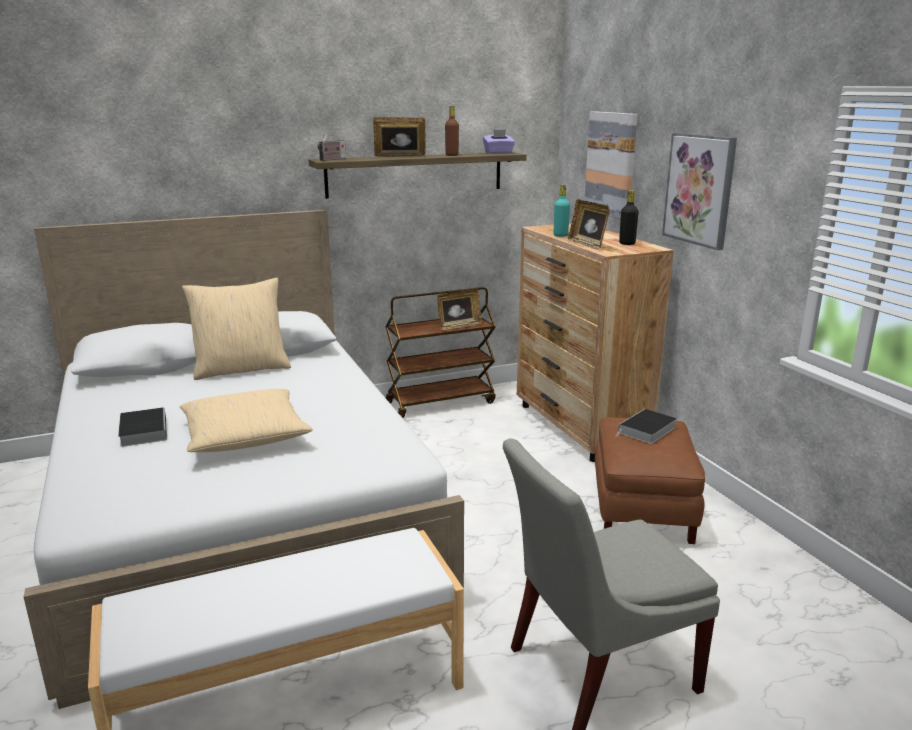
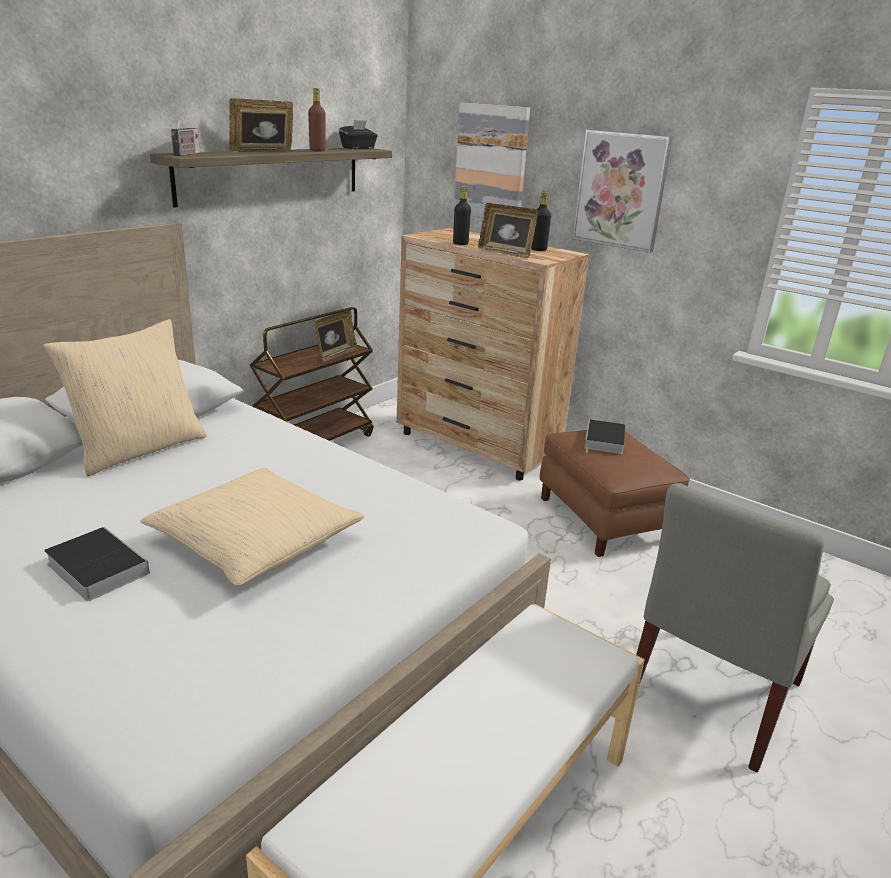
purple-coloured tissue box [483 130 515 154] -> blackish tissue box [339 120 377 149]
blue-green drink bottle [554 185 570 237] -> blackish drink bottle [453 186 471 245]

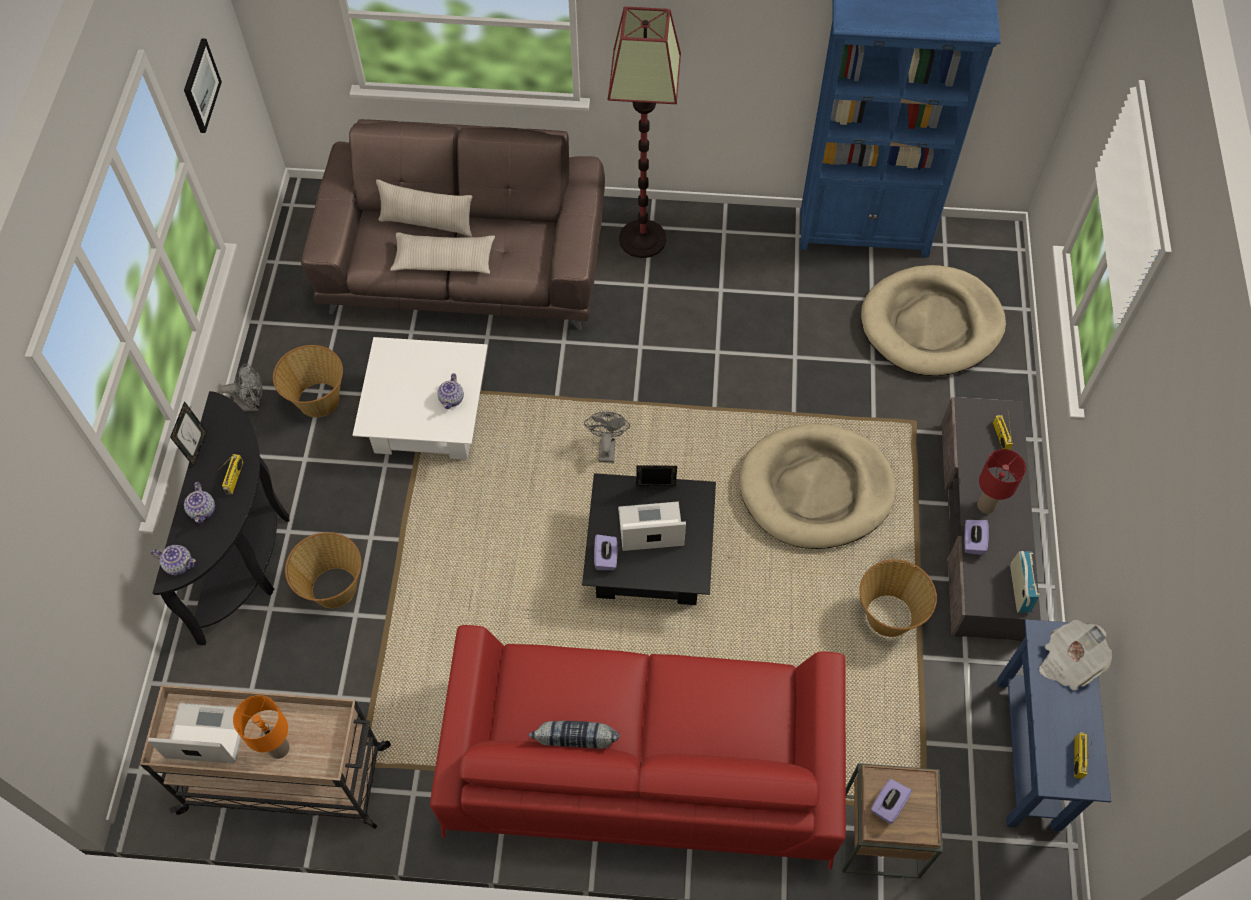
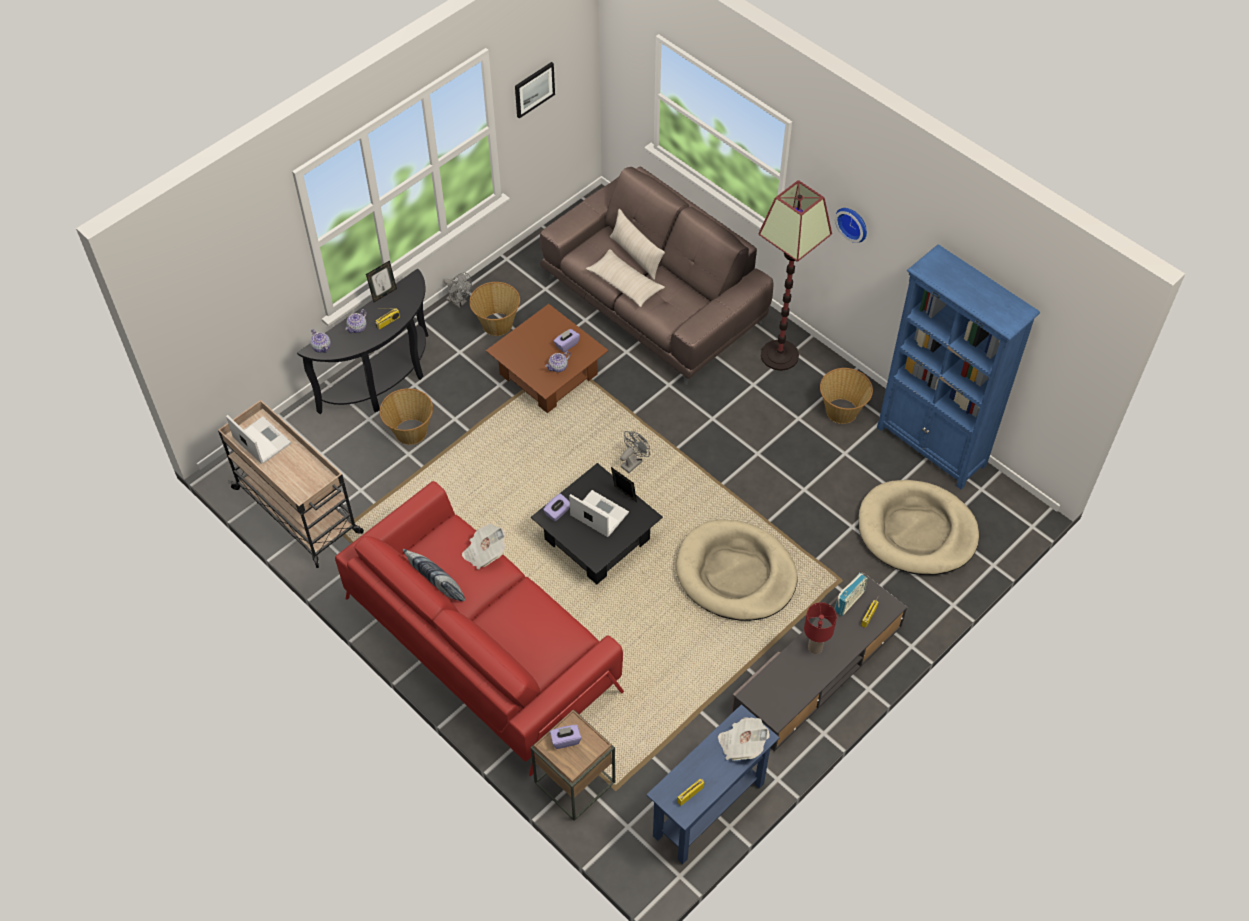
orange tabletop lamp [233 695 290 759] -> none
none -> daily paper [462 524 506 570]
none -> wall clock [835 208 867 243]
basket [859 559 937 637] -> basket [820 368 873 424], move
purple-coloured tissue box [964 520 989 555] -> purple-coloured tissue box [553 329 580 352], move
radio receiver [1010 551 1040 613] -> radio receiver [834 573 868 616], move
whitish low table [352 337 488 460] -> brown low table [486 304 608 413]

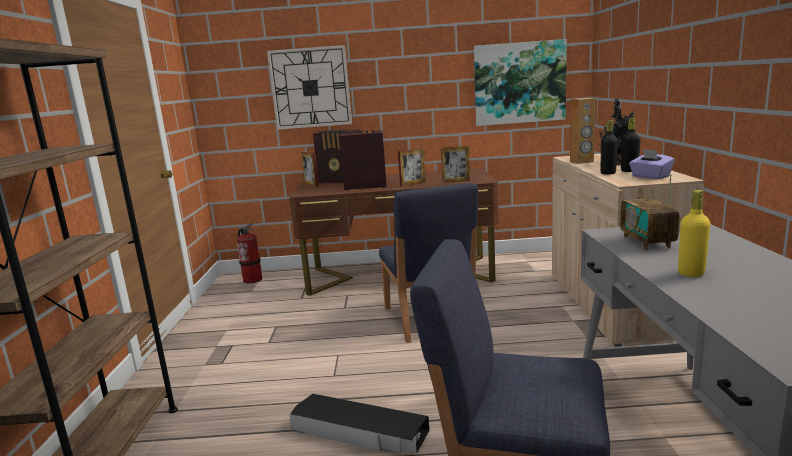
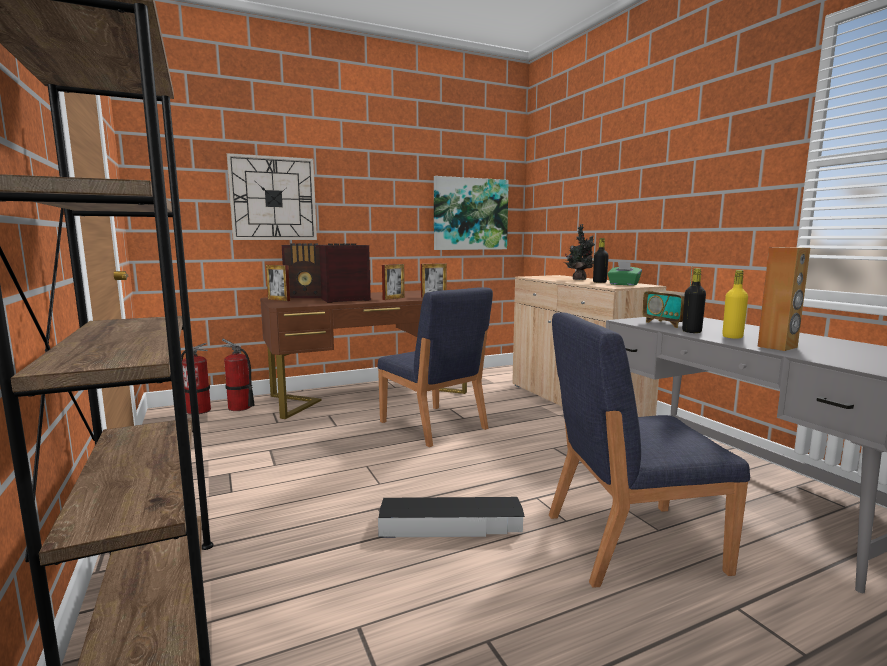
none -> extinguisher [222 339 255 411]
brown loudspeaker [570 98 596 164] -> brown loudspeaker [757 247 810 351], move
blackish drink bottle [600 120 618 175] -> blackish drink bottle [682 268 706 333], move
purple-coloured tissue box [629 149 675 179] -> greenish tissue box [607 262 642 286]

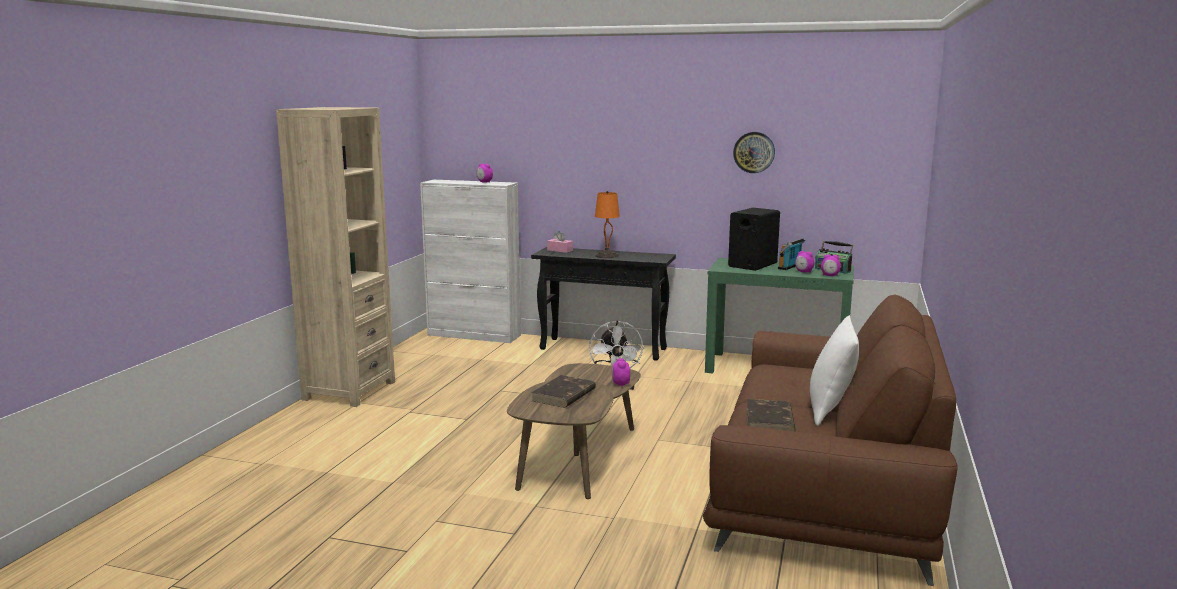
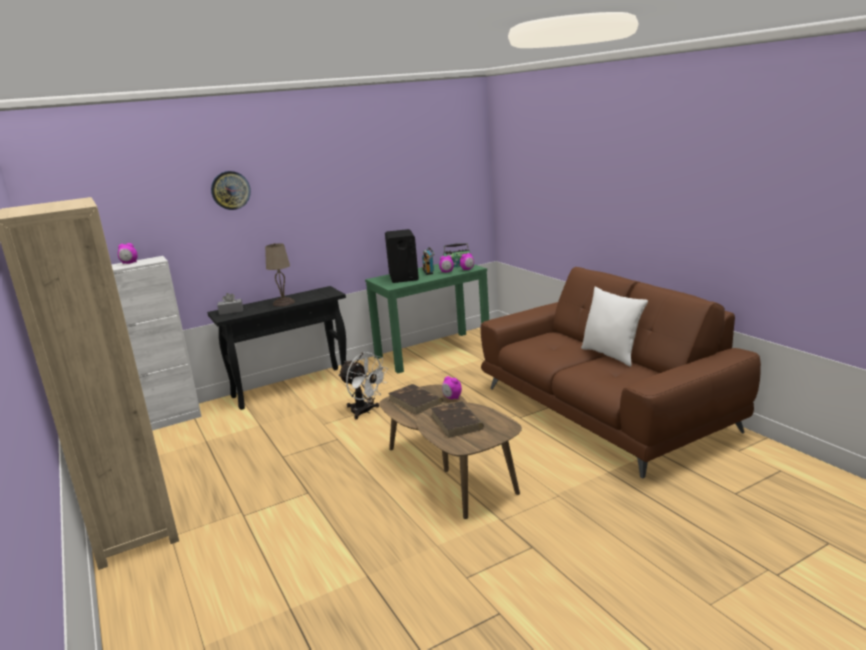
wall clock [733 132 775 173] -> wall clock [211 171 251 210], move
brown book [747 399 796 431] -> brown book [388 384 443 415], move
pink tissue box [547 231 573 253] -> grey tissue box [217 293 243 315]
orange tabletop lamp [595 191 620 258] -> sand-coloured tabletop lamp [265 243 295 307]

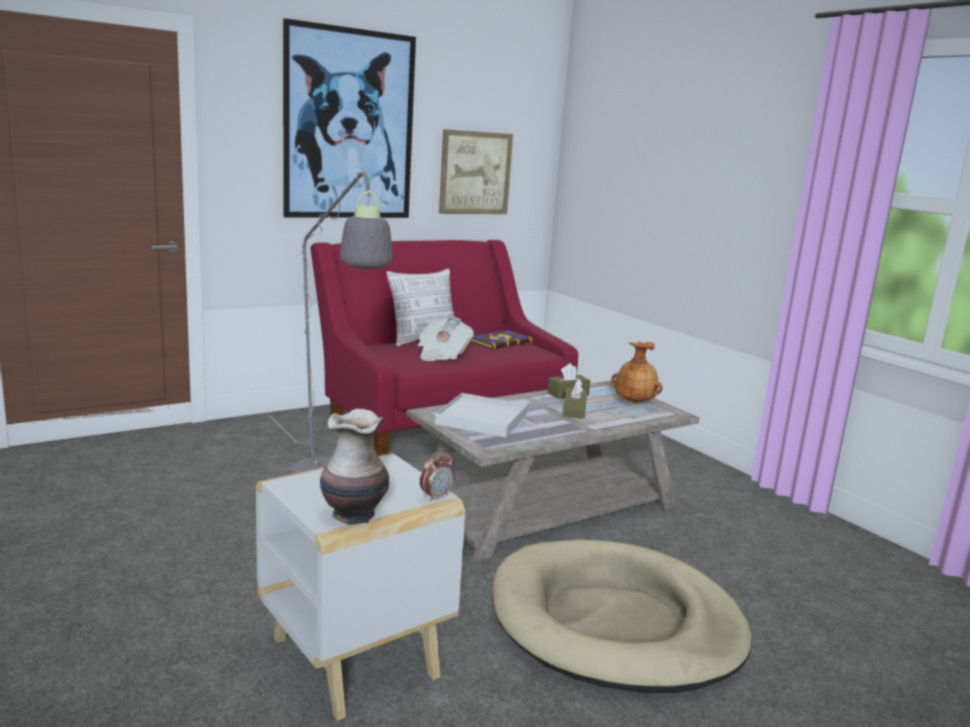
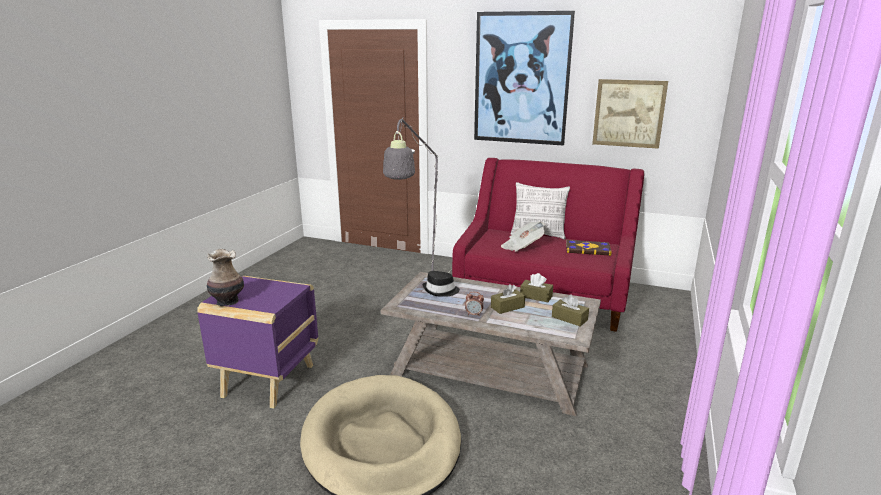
bedside clock [420 450 454 501] -> bedside clock [465 292 484 315], move
whitish tray [435 393 528 438] -> blackish clothing hat [423 271 460 297]
brown flower vase [611 342 663 403] -> brown tissue box [552 295 589 326]
whitish end table [256 453 465 721] -> purple-coloured end table [197 276 318 409]

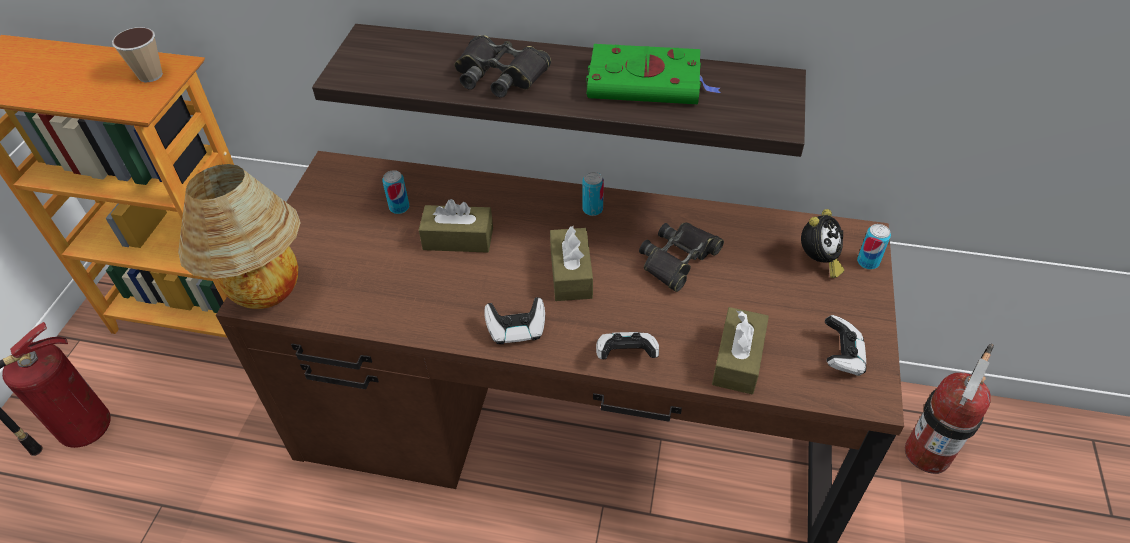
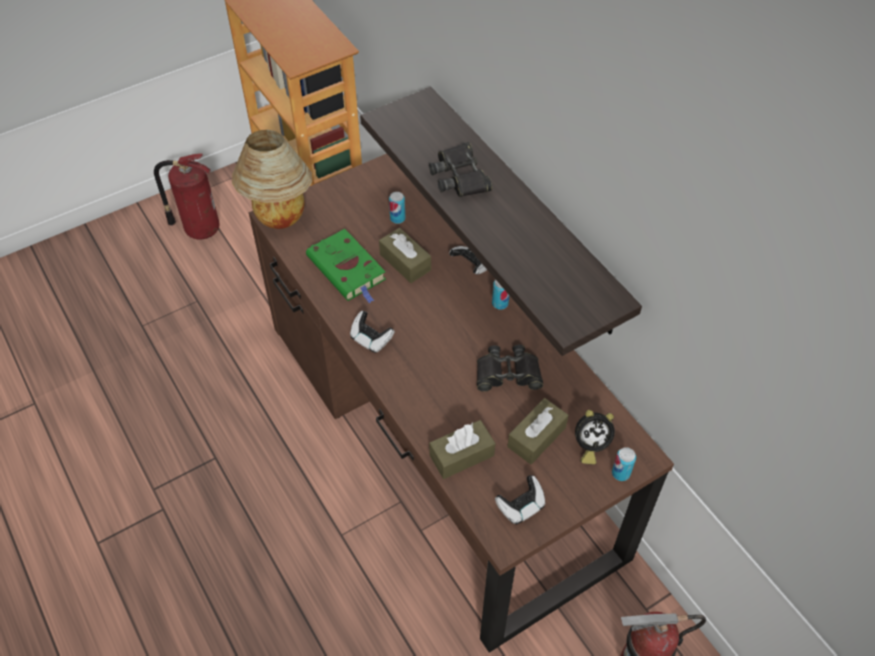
drinking cup [112 27 163 82] -> none
brown tissue box [550 226 593 301] -> brown tissue box [507 398 569 464], move
greenish book [586 44 720 104] -> greenish book [306 229 386 304], move
gamepad [596 332 659 359] -> gamepad [449 246 487 275], move

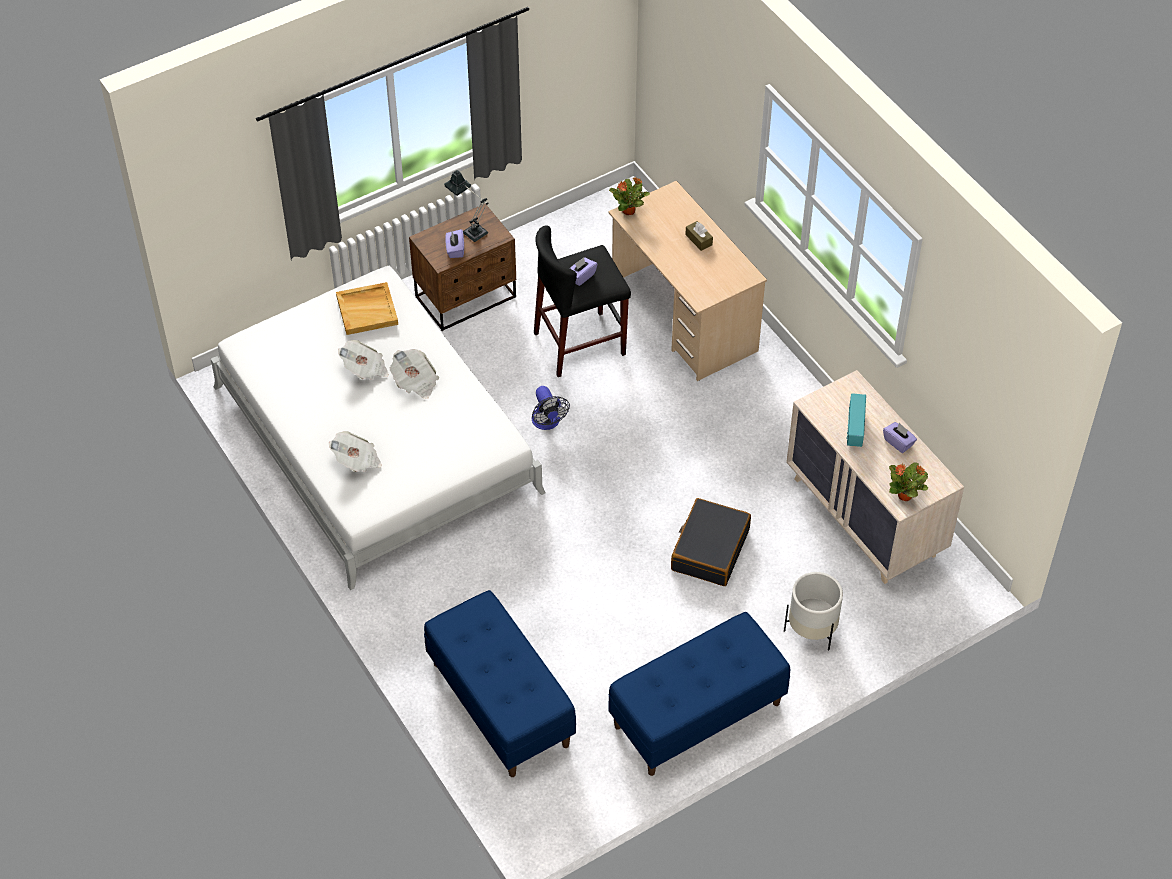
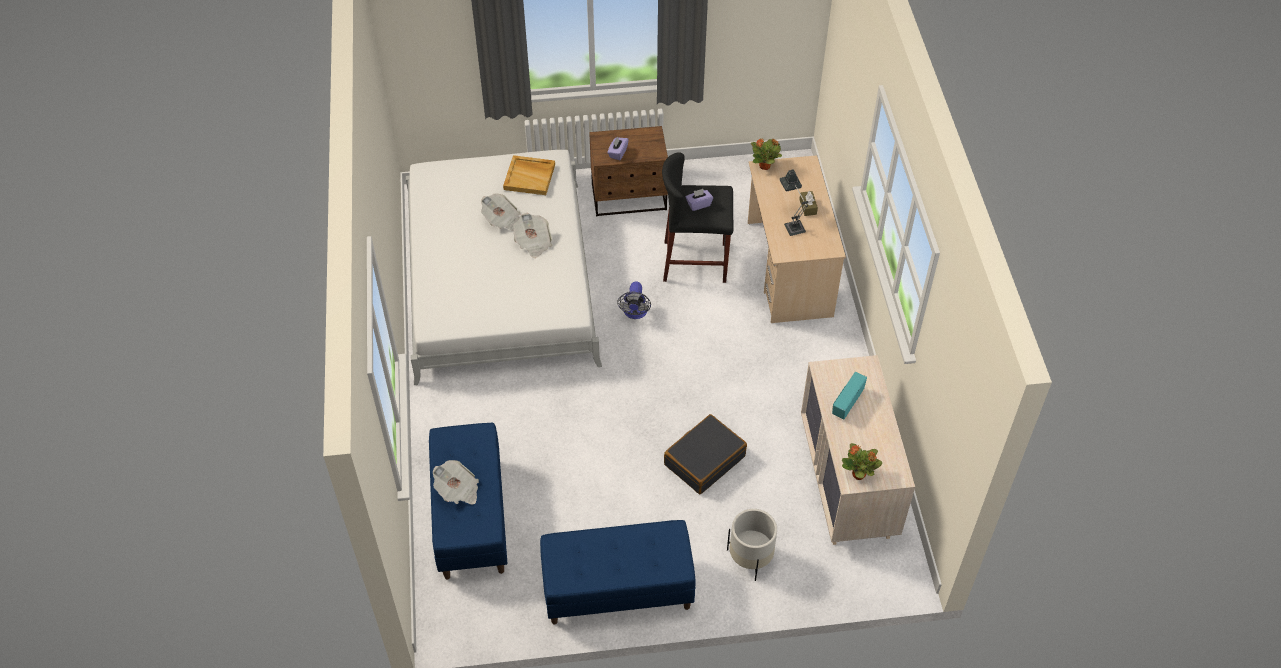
purple-coloured tissue box [883 422 917 453] -> none
daily paper [329 431 382 472] -> daily paper [433 460 479 505], move
tabletop lamp [444 170 489 242] -> tabletop lamp [780 169 808 236], move

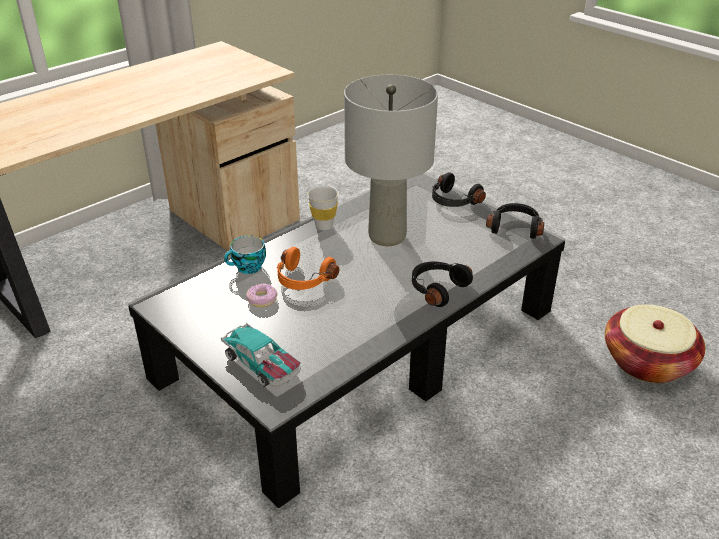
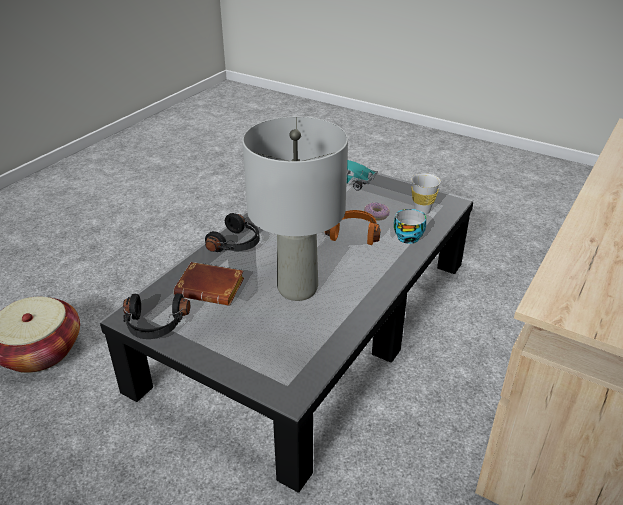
blackish headphones [432 172 486 207] -> none
none -> brown book [174 262 244 306]
whitish drinking cup [307 186 339 230] -> whitish drinking cup [411 173 441 214], move

